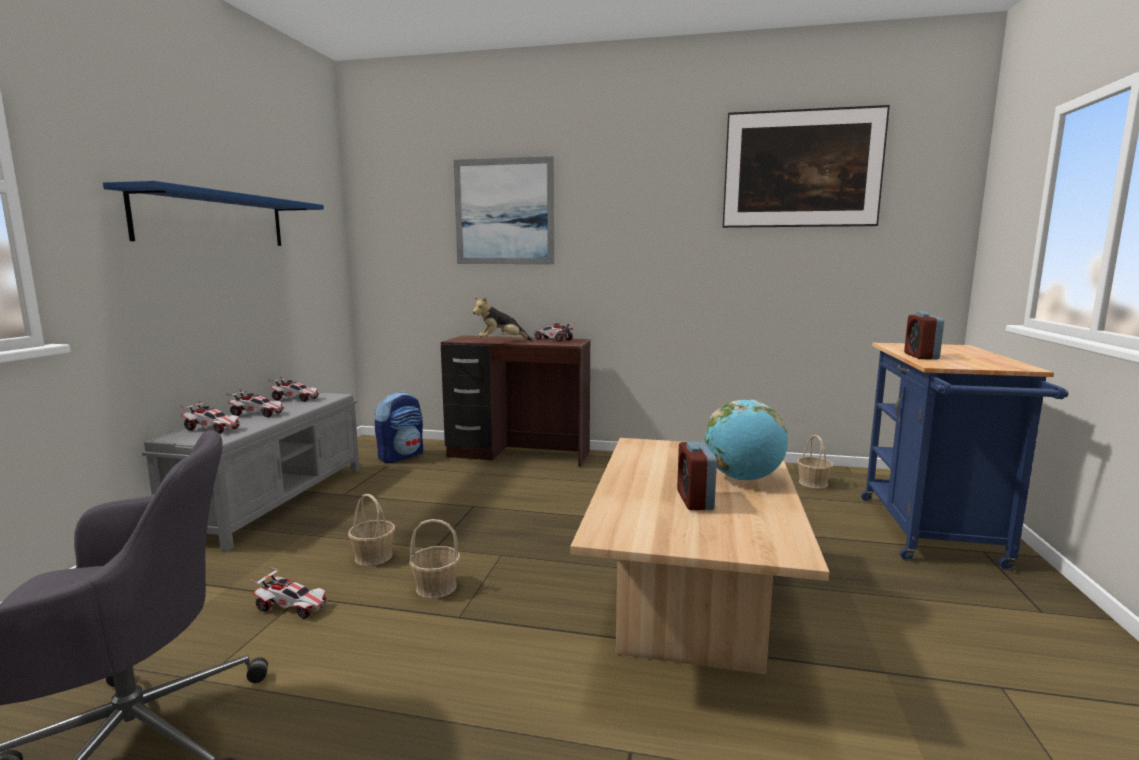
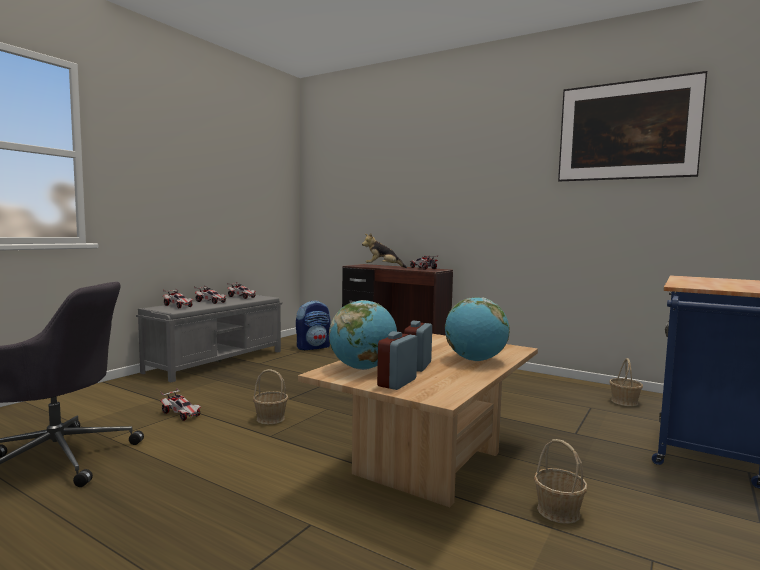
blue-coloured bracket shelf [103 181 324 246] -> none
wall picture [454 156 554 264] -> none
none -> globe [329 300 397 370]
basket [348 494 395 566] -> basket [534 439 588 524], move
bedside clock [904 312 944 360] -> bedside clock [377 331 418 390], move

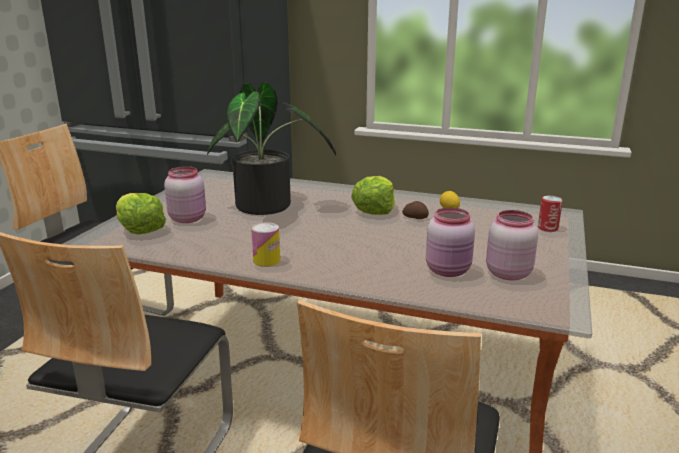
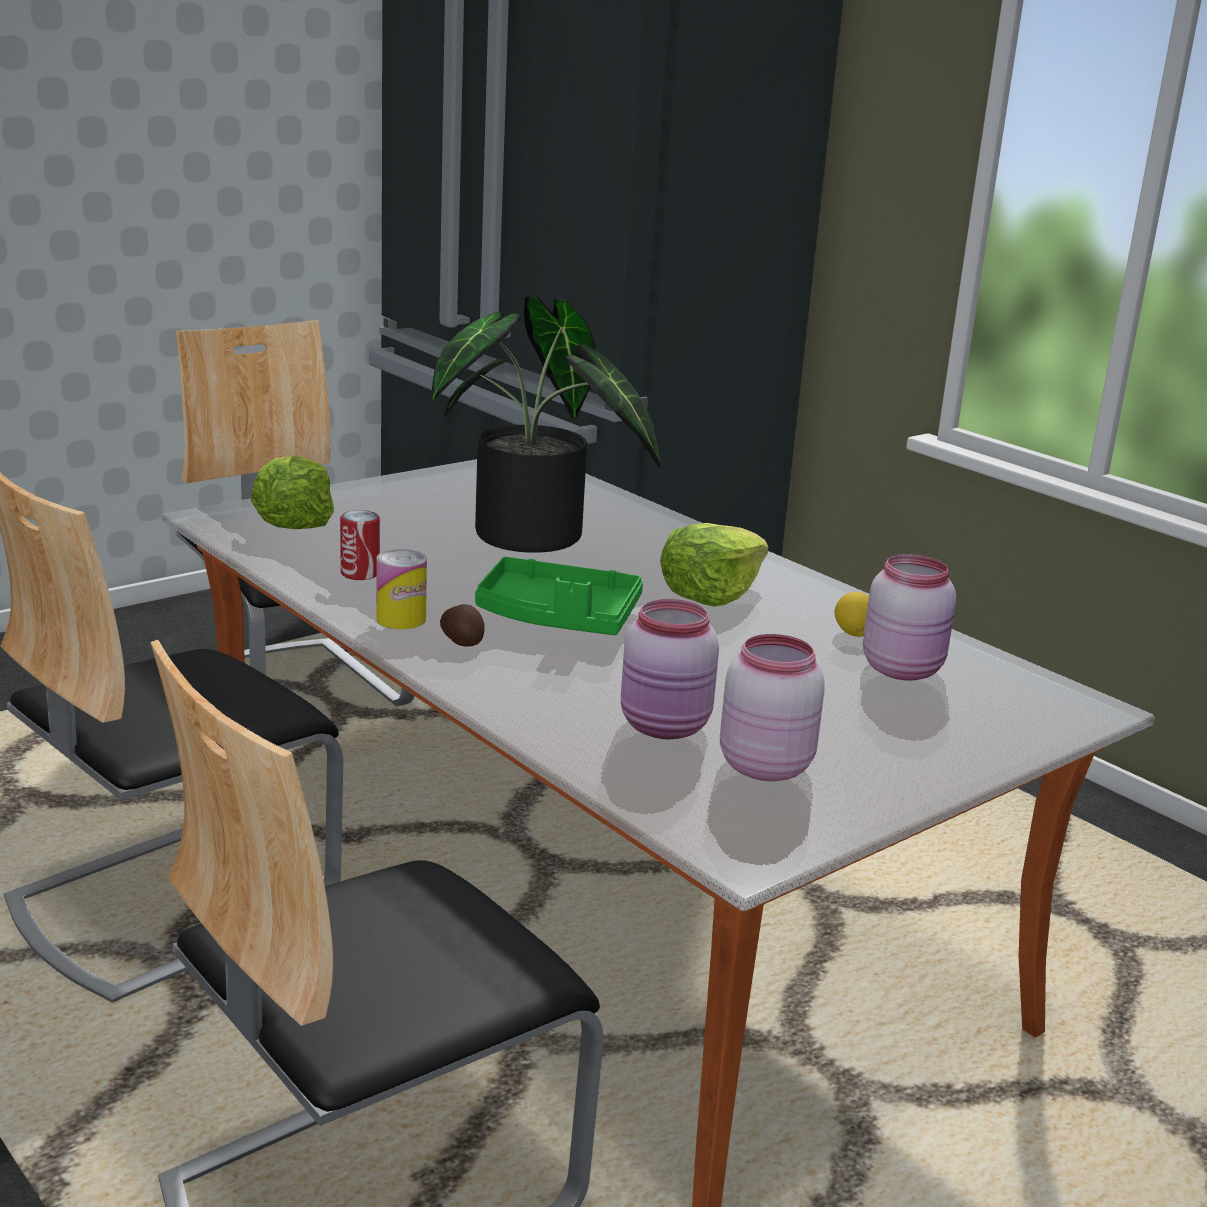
none -> greenish tray [475 557 643 635]
pink storage jar [164 166 206 223] -> pink storage jar [863 554 956 681], move
spud [402 201 429 219] -> spud [440 604 485 647], move
can [538 195 563 232] -> can [340 510 380 580], move

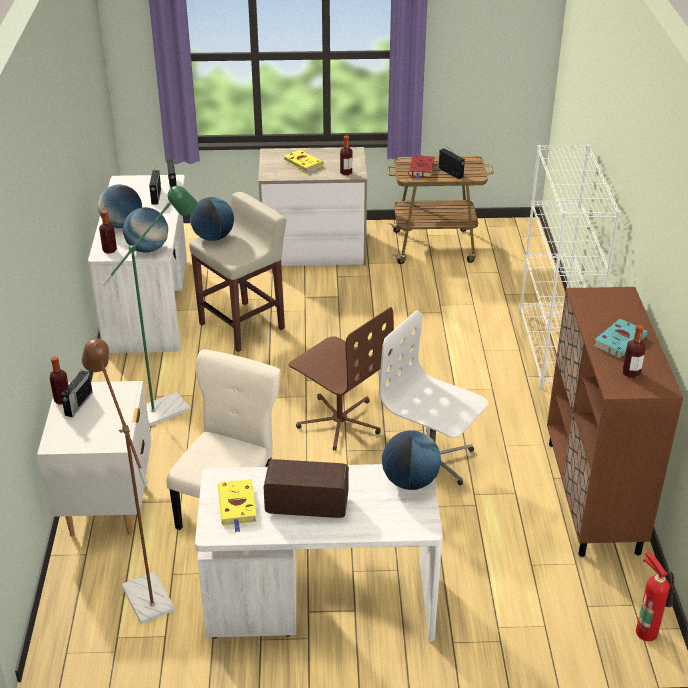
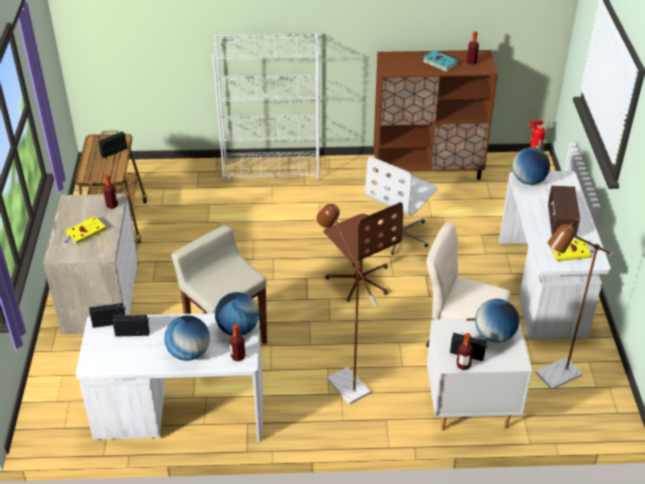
red book [408 155 434 180] -> none
globe [190 197 234 241] -> globe [475 299 519 343], move
greenish standing lamp [102 186 197 426] -> brown standing lamp [317 204 377 405]
brown office chair [289 307 394 451] -> brown office chair [323 202 403 302], 105 degrees clockwise

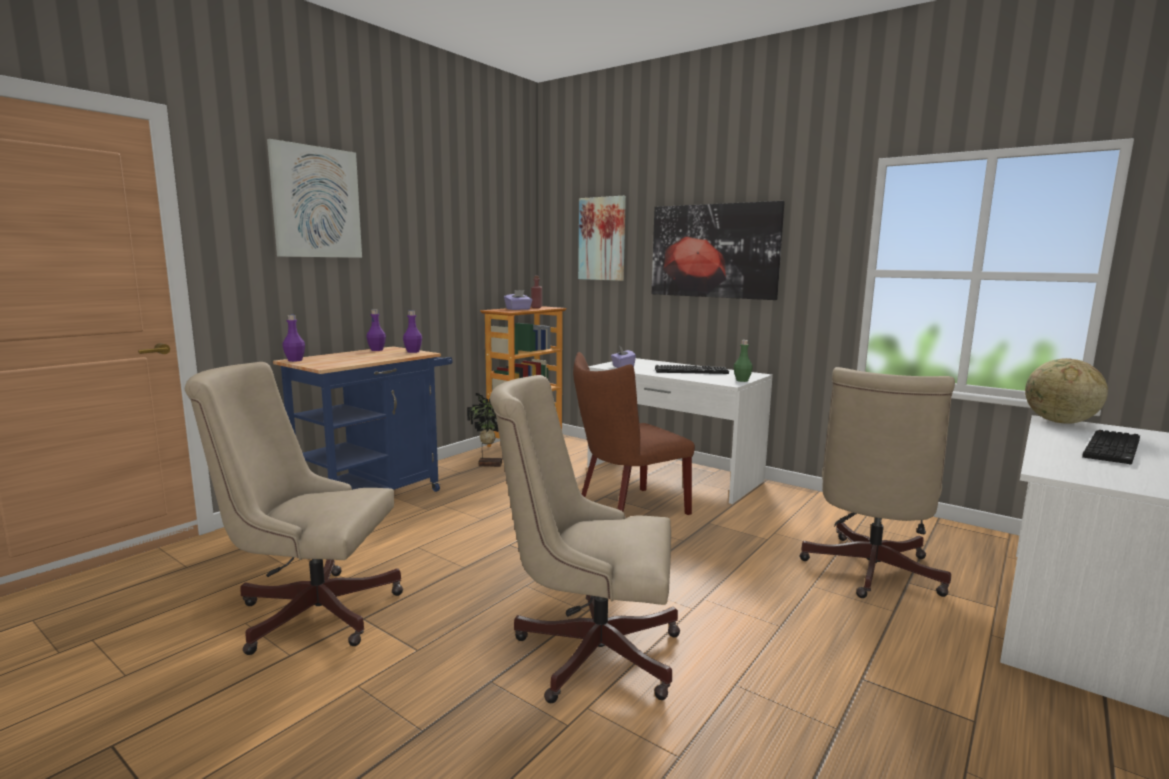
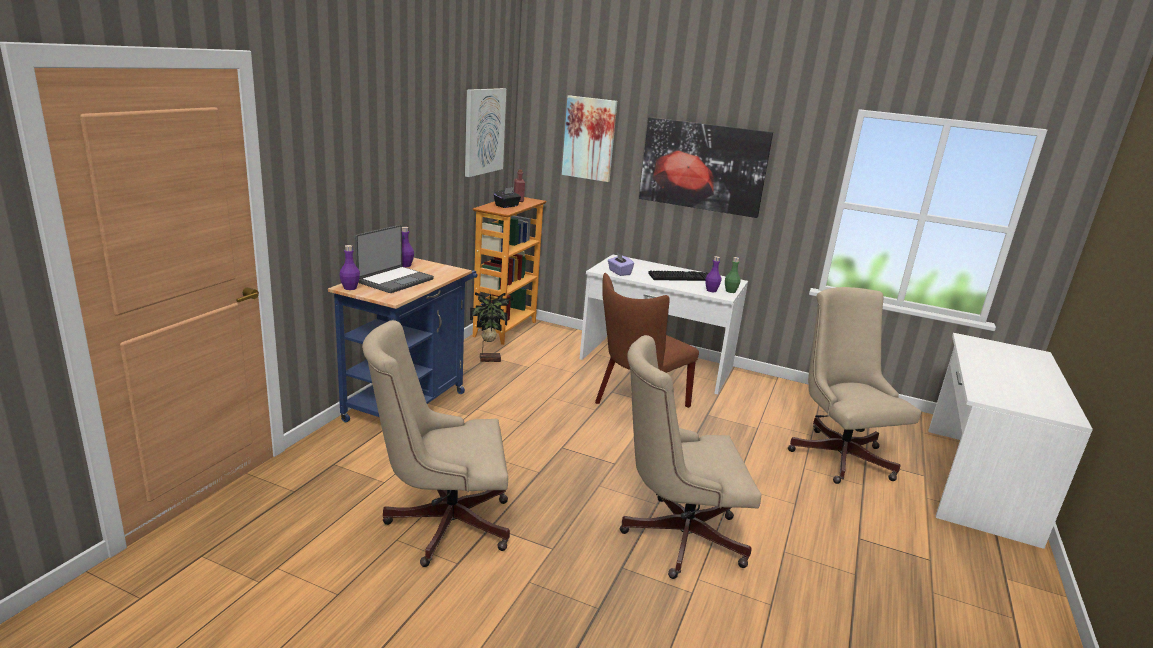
globe [1025 358 1108 424] -> none
PC keyboard [1082 430 1140 465] -> none
none -> notebook computer [355 225 434 293]
wall picture [267 139 362 258] -> wall picture [465 88 506 177], move
purple-coloured drink bottle [403 311 422 353] -> purple-coloured drink bottle [705 256 721 292], move
purple-coloured tissue box [504 290 533 310] -> blackish tissue box [494 187 521 208]
sand-coloured office chair [799 367 955 598] -> sand-coloured office chair [788 287 922 484], 150 degrees clockwise

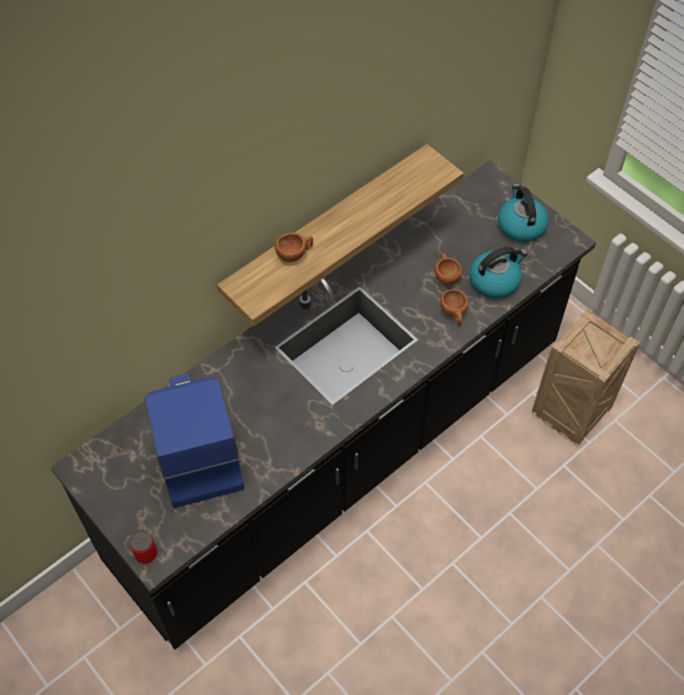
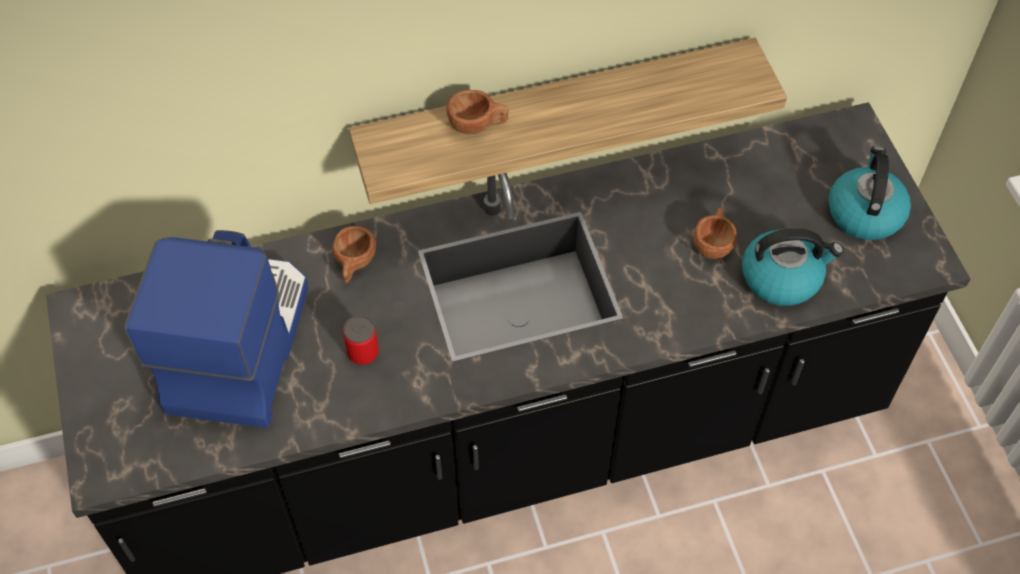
packing crate [532 308 640 445] -> none
can [130 531 157 564] -> can [343 316 379 365], move
brown drinking cup [440 289 469 326] -> brown drinking cup [332 226 376 283], move

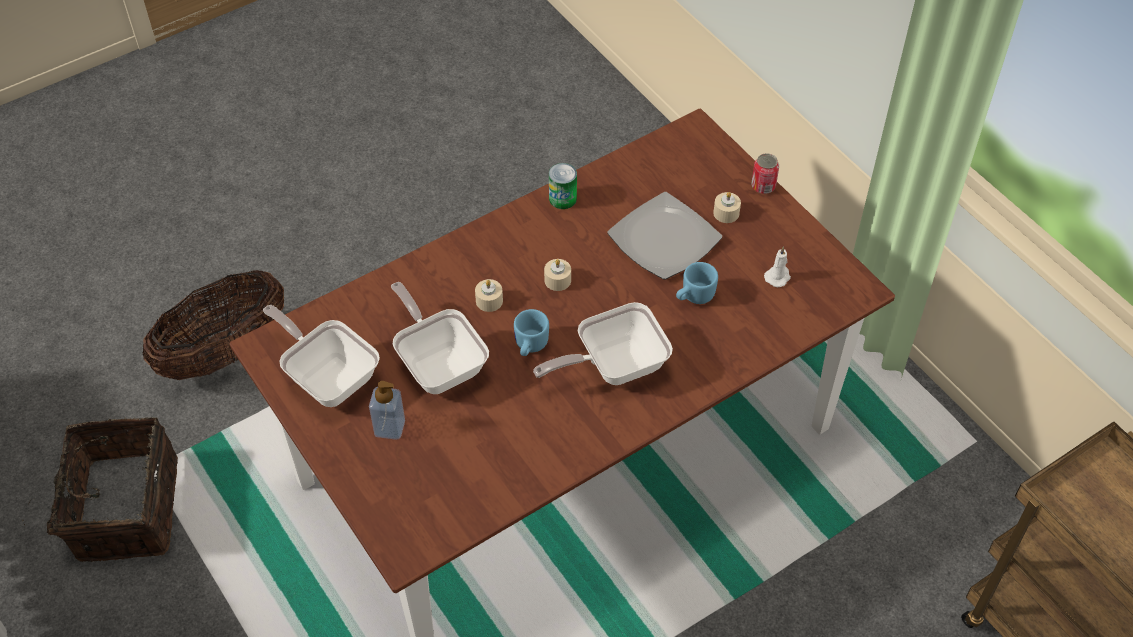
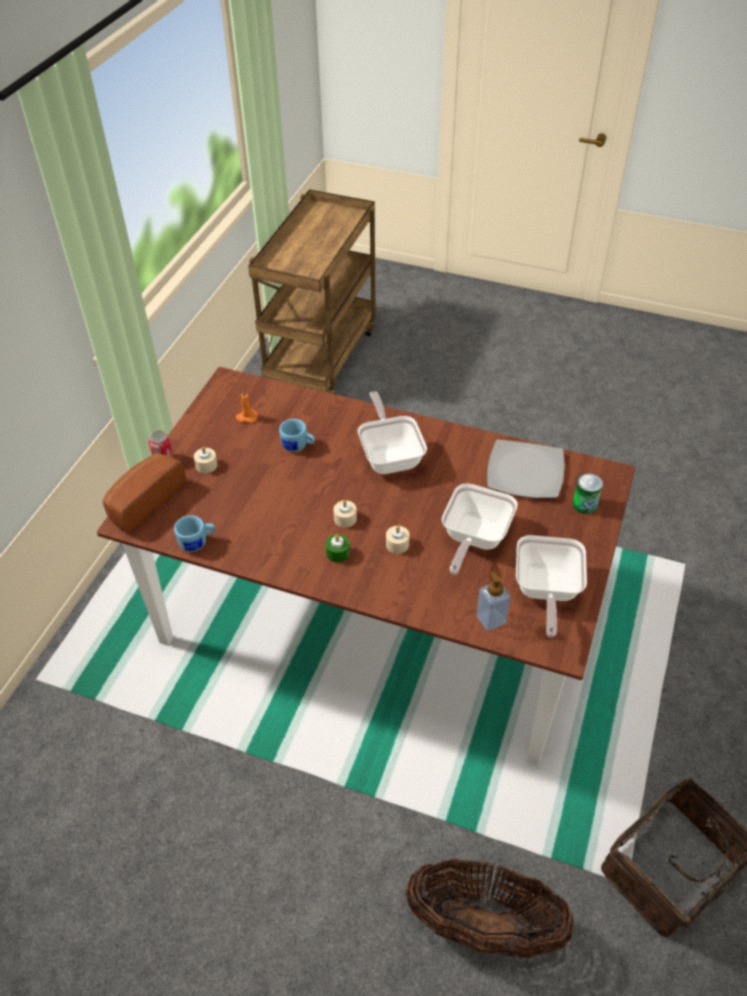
none -> baked bread [103 453 186 533]
none -> greenish wax candle [326 534 350 562]
soap dispenser [369 381 405 440] -> soap dispenser [476 572 511 631], move
blue-coloured mug [514 309 549 356] -> blue-coloured mug [174 515 216 552], move
can [549 163 577 209] -> can [573 473 603 514], move
flat dish [607 192 722 279] -> flat dish [487 439 564 498], move
whitish wax candle [764 246 791 287] -> orange wax candle [236 389 258 423]
pan [533 302 673 385] -> pan [358 391 427 474], 135 degrees counterclockwise

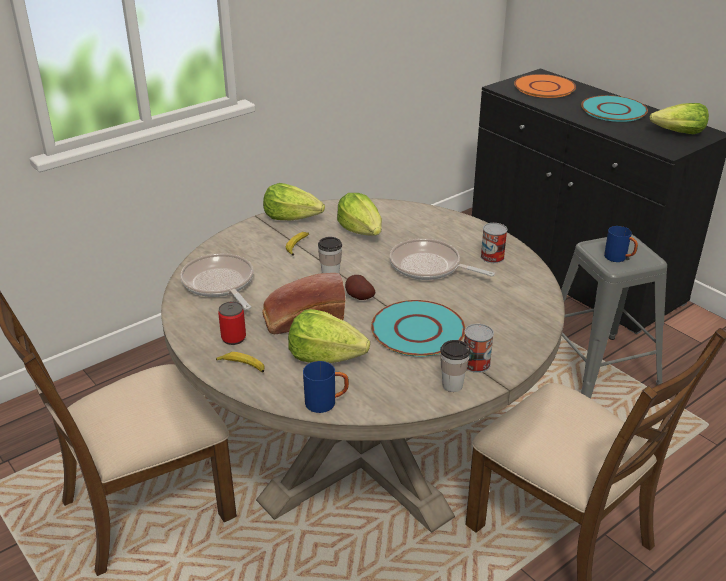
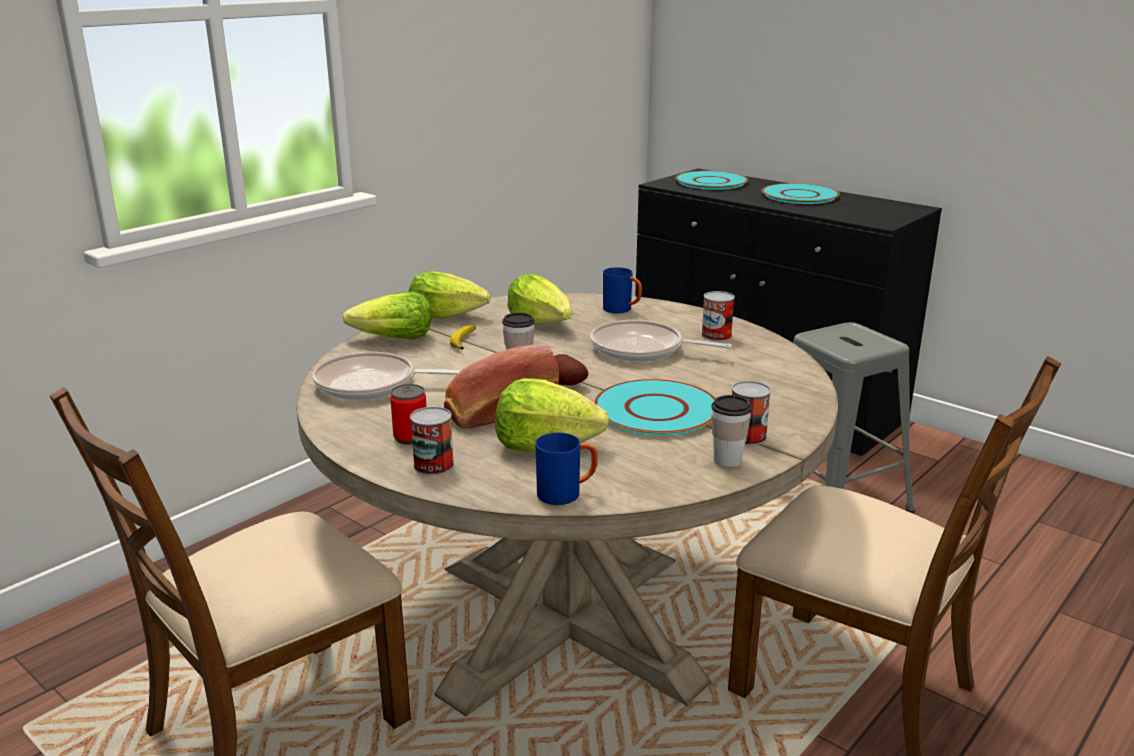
blue-coloured mug [604 226 638 262] -> blue-coloured mug [603 267 642 313], move
head of lettuce [650 103 709 134] -> head of lettuce [343 292 431 340], move
whole banana [216 352 264 373] -> can [410 407 454 475]
orange flat dish [514 74 576 98] -> blue-green flat dish [675 171 748 190]
pan [180 253 253 310] -> pan [312 352 461 400], 45 degrees counterclockwise

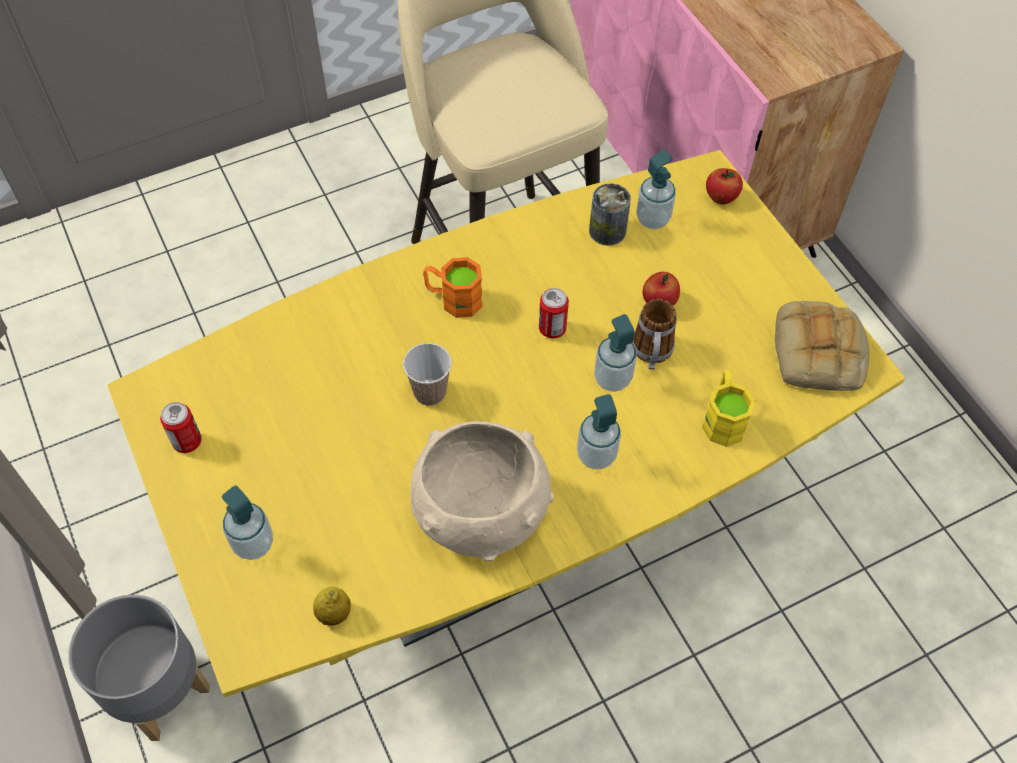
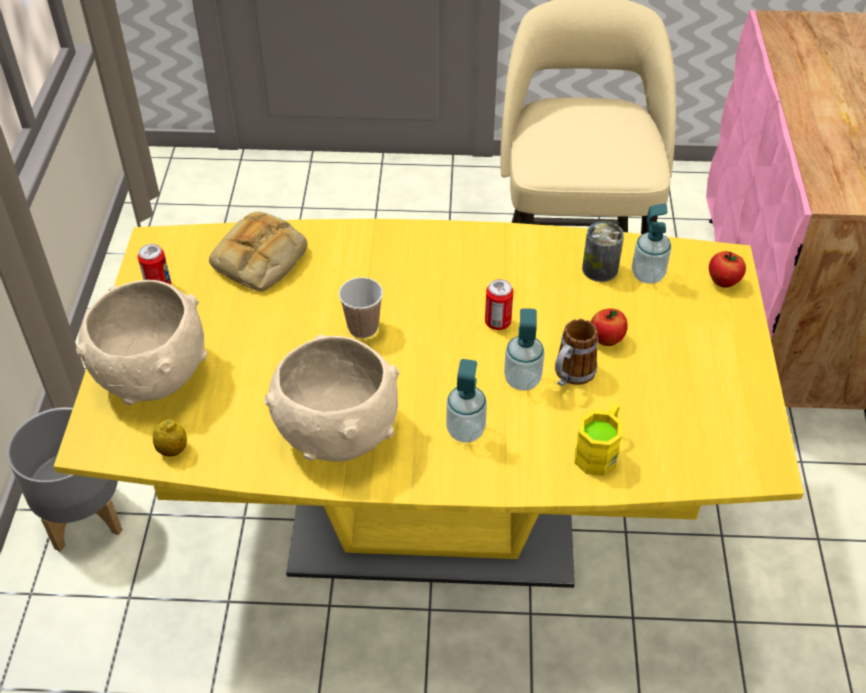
orange mug [423 257 483 318] -> none
baked bread [775 301 869 391] -> baked bread [209 212 307 291], move
soap dispenser [222 486 273 560] -> sand-coloured bowl [76 280 207 405]

